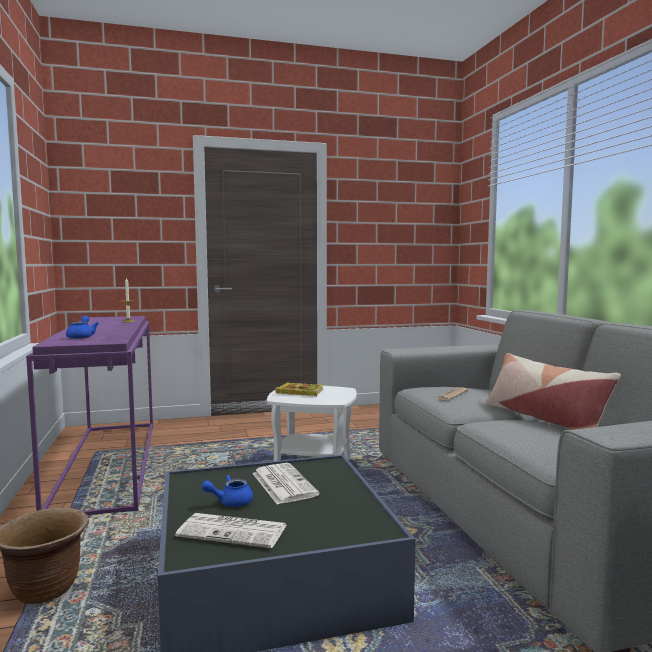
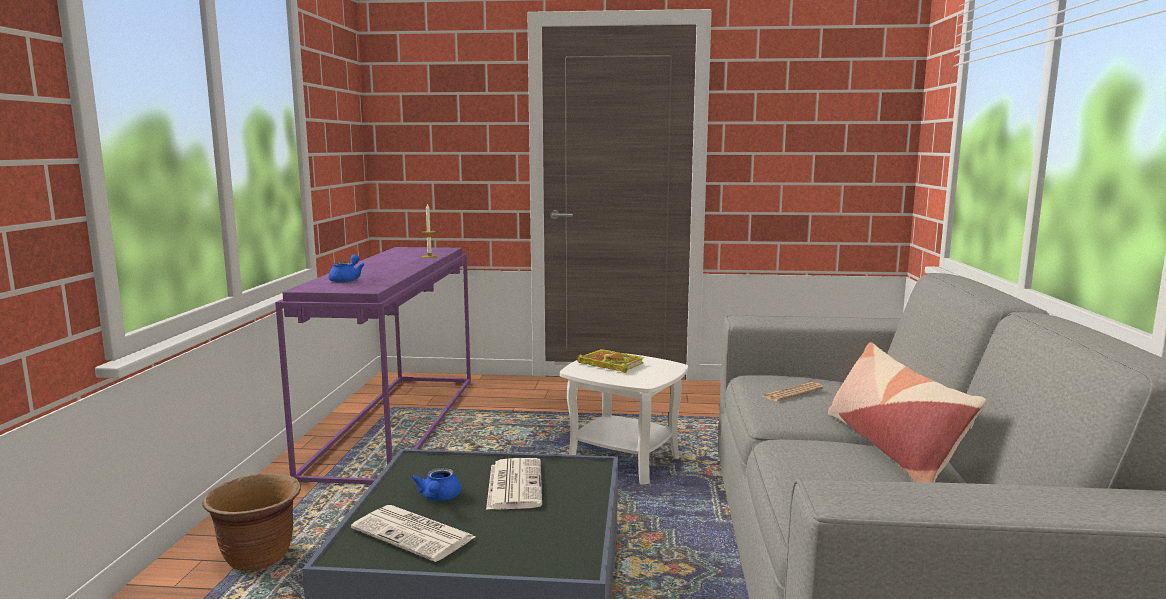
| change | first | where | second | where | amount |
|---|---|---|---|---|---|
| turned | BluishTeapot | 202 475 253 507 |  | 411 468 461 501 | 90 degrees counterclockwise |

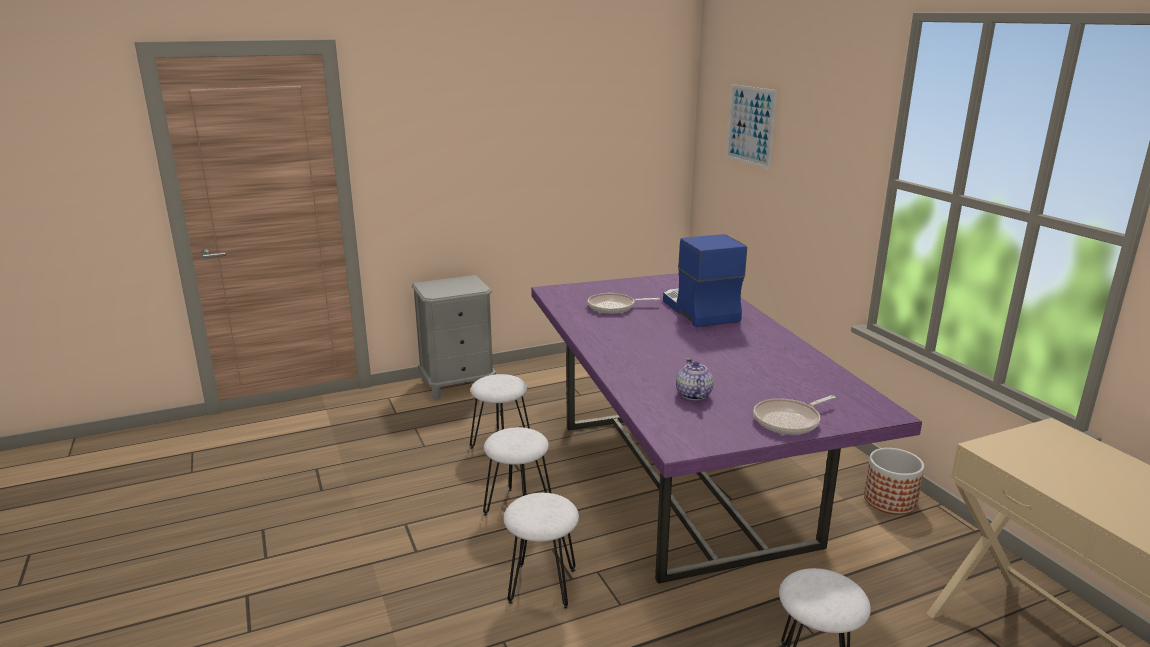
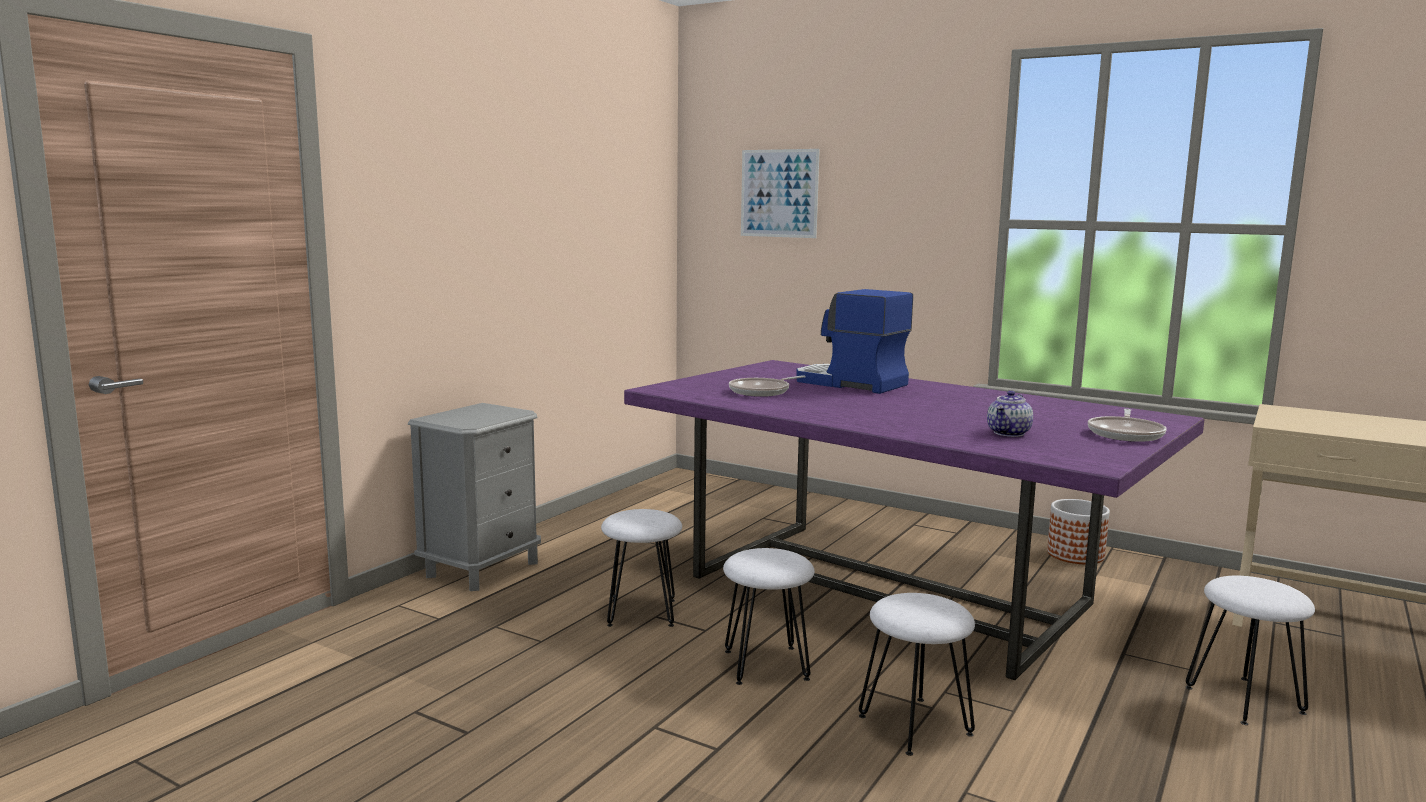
| change | first | where | second | where | amount |
|---|---|---|---|---|---|
| turned | Teapot | 676 358 714 400 |  | 987 391 1033 437 | 105 degrees counterclockwise |

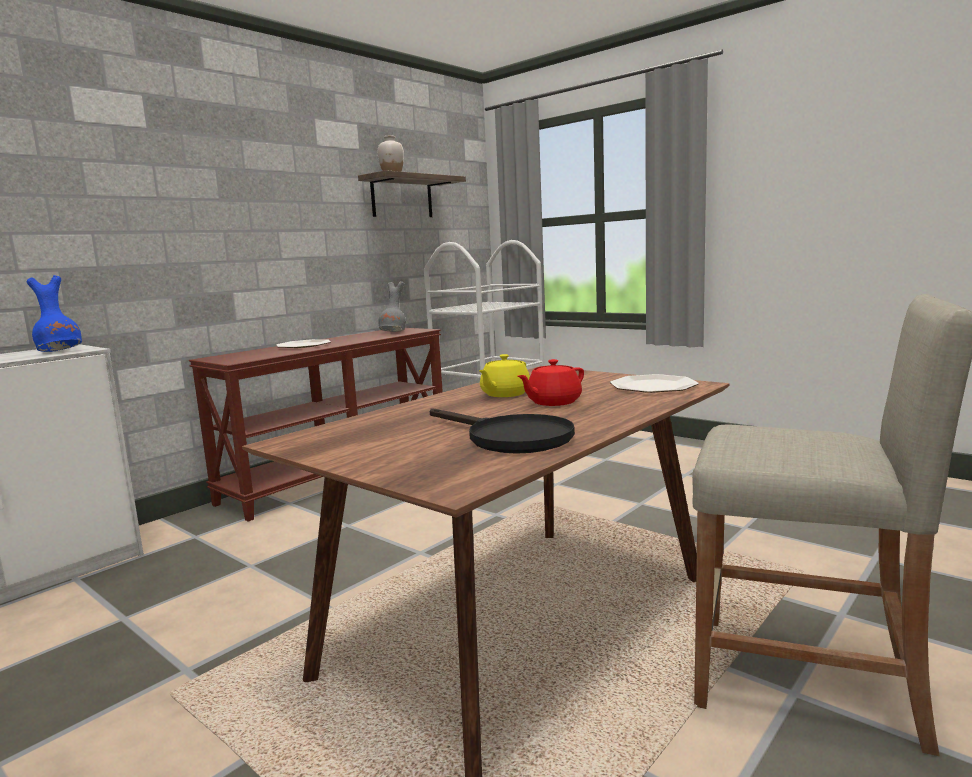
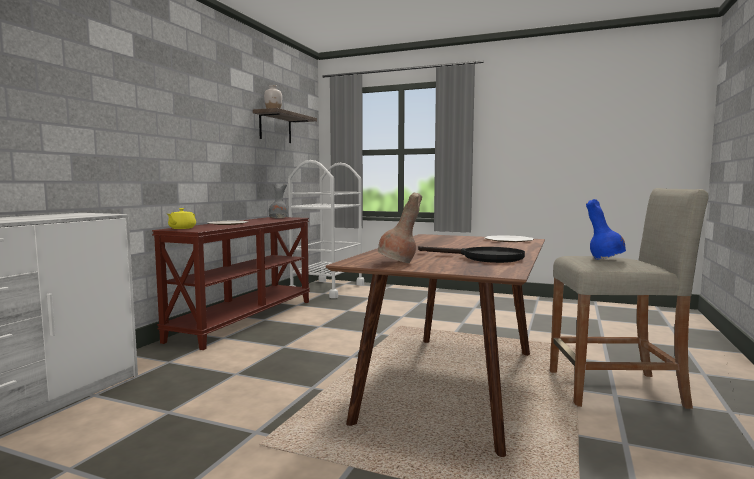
| change | first | where | second | where | amount |
|---|---|---|---|---|---|
| moved | YellowTeapot | 479 354 530 397 |  | 167 208 196 229 |  |
| added |  |  | BrownVase | 378 192 422 263 |  |
| moved | BluishVase | 27 275 82 352 |  | 586 199 626 260 |  |
| removed | ReddishTeapot | 518 359 584 406 |  |  |  |

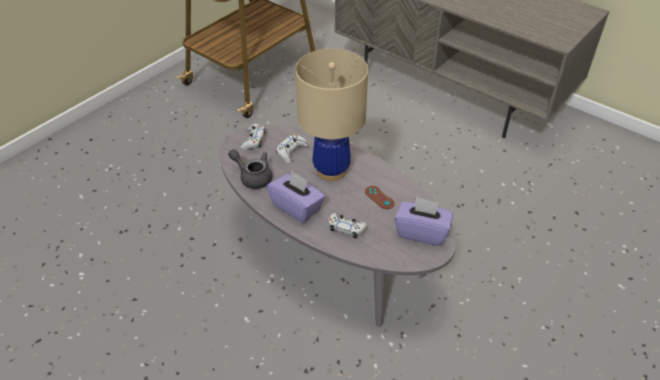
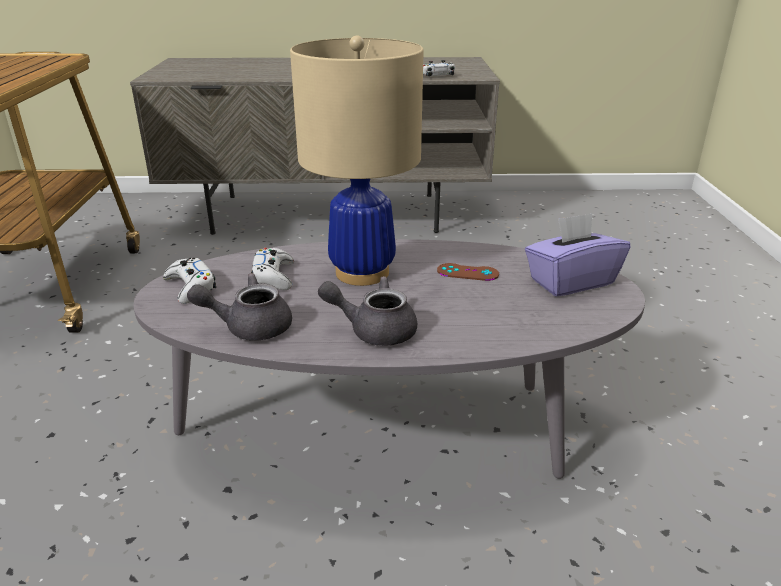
| change | first | where | second | where | amount |
|---|---|---|---|---|---|
| replaced | PurpleTissueHolder | 267 171 325 223 | GreyTeapot | 318 276 417 346 |  |
| moved | WhiteColouredGamepad | 329 213 368 239 |  | 423 60 455 77 |  |

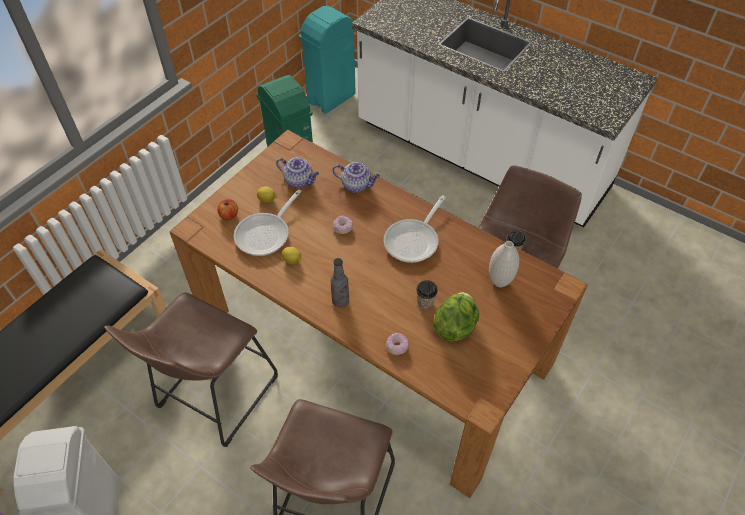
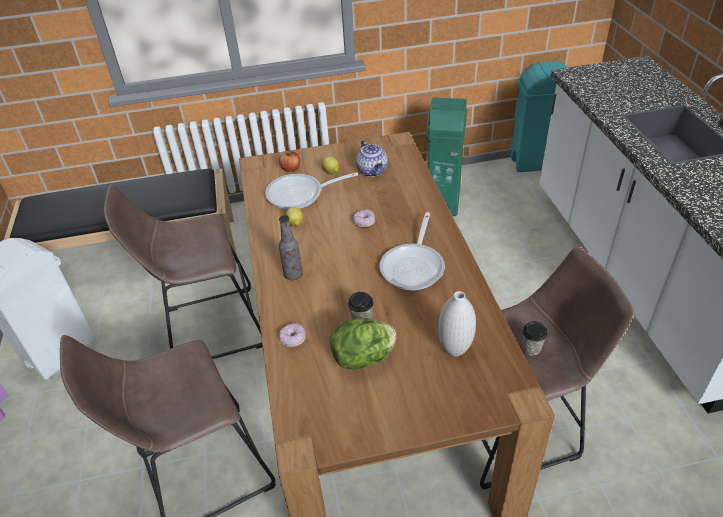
| change | first | where | second | where | amount |
|---|---|---|---|---|---|
| turned | Pan | 384 195 446 263 |  | 379 212 445 290 | 60 degrees counterclockwise |
| removed | Teapot | 333 162 380 193 |  |  |  |

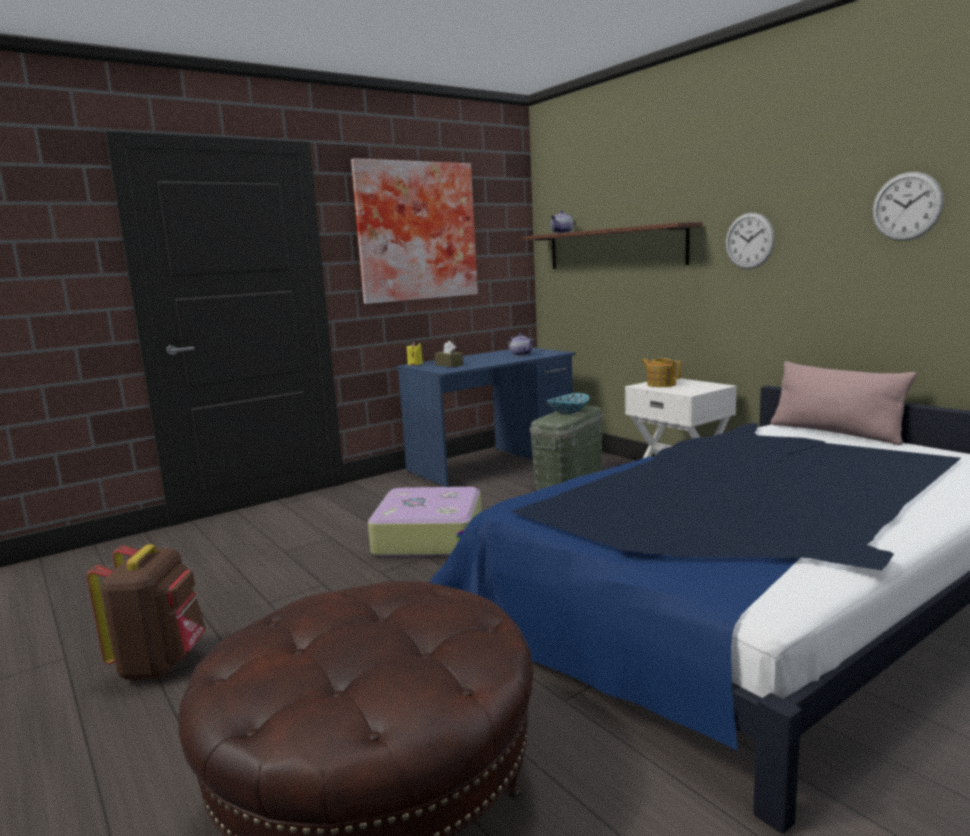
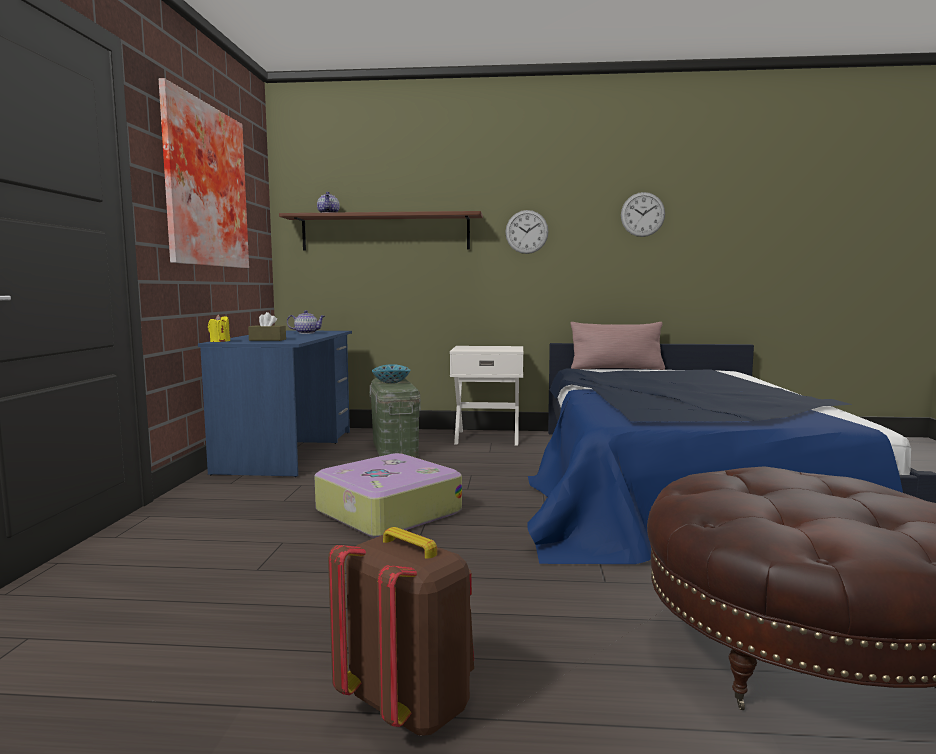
| change | first | where | second | where | amount |
|---|---|---|---|---|---|
| removed | Teapot | 641 358 681 387 |  |  |  |

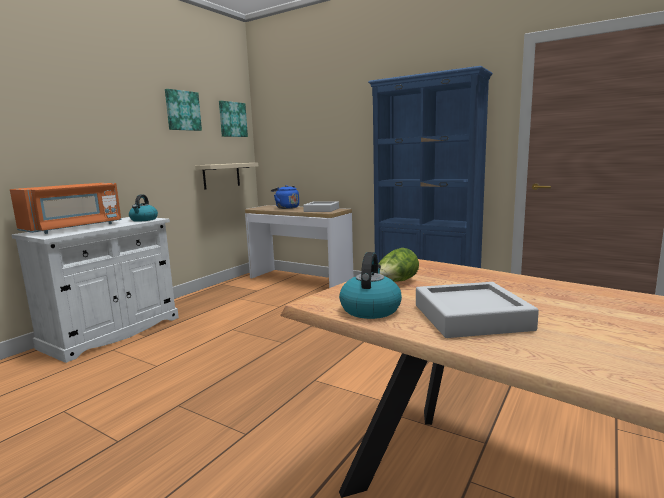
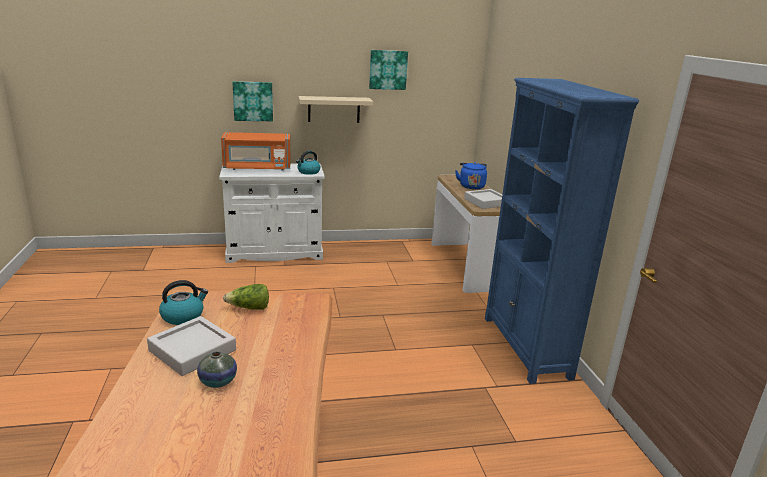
| change | first | where | second | where | amount |
|---|---|---|---|---|---|
| added |  |  | Vase | 197 351 237 388 |  |
| moved | WallArt | 219 101 248 137 |  | 232 81 273 121 |  |
| moved | BeigeColouredShelf | 195 163 258 190 |  | 298 96 373 123 |  |

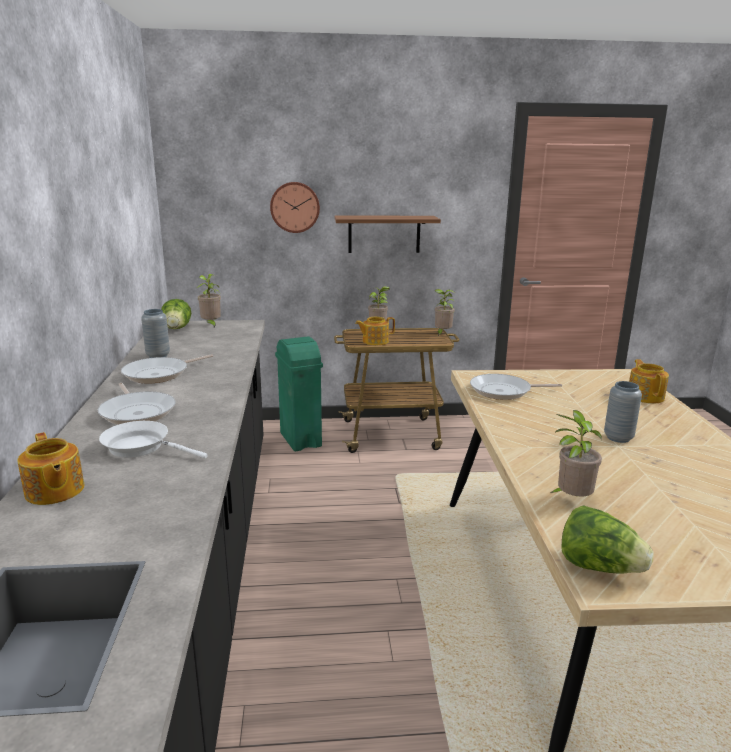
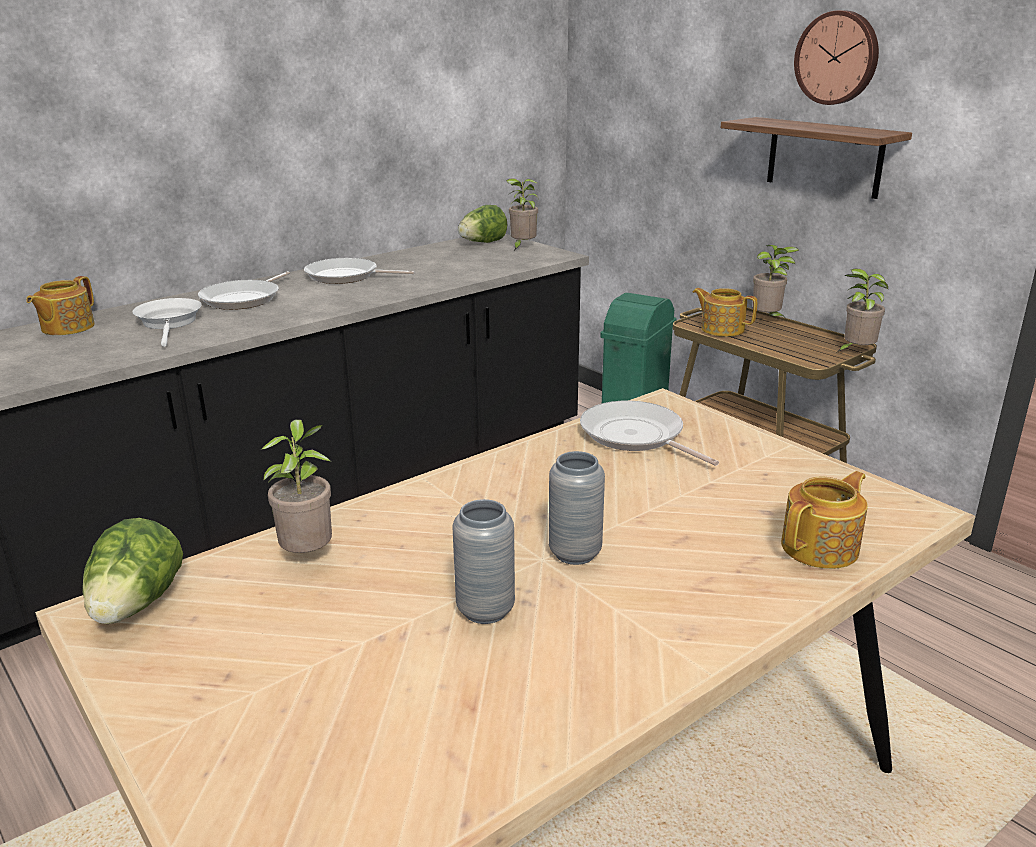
| change | first | where | second | where | amount |
|---|---|---|---|---|---|
| moved | GreyVase | 141 309 170 358 |  | 453 499 515 624 |  |
| moved | ClockOnTheWall | 270 182 320 233 |  | 794 10 879 105 |  |

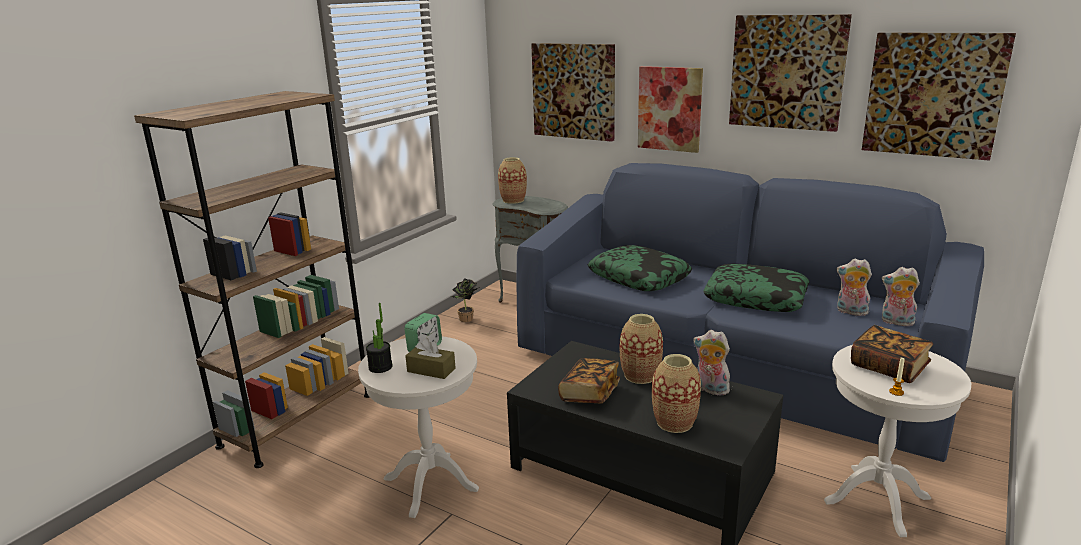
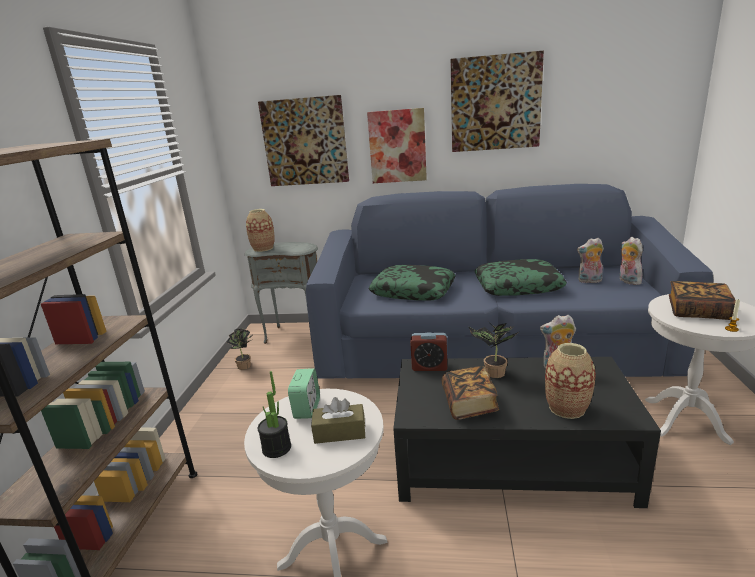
| change | first | where | second | where | amount |
|---|---|---|---|---|---|
| added |  |  | TableClock | 410 332 447 371 |  |
| replaced | Vase | 619 314 663 384 | PlantInAPot | 469 323 520 378 |  |
| turned | SoftToy | 882 267 920 326 |  | 619 237 643 285 | 75 degrees clockwise |
| removed | WallArt | 862 32 1016 161 |  |  |  |

